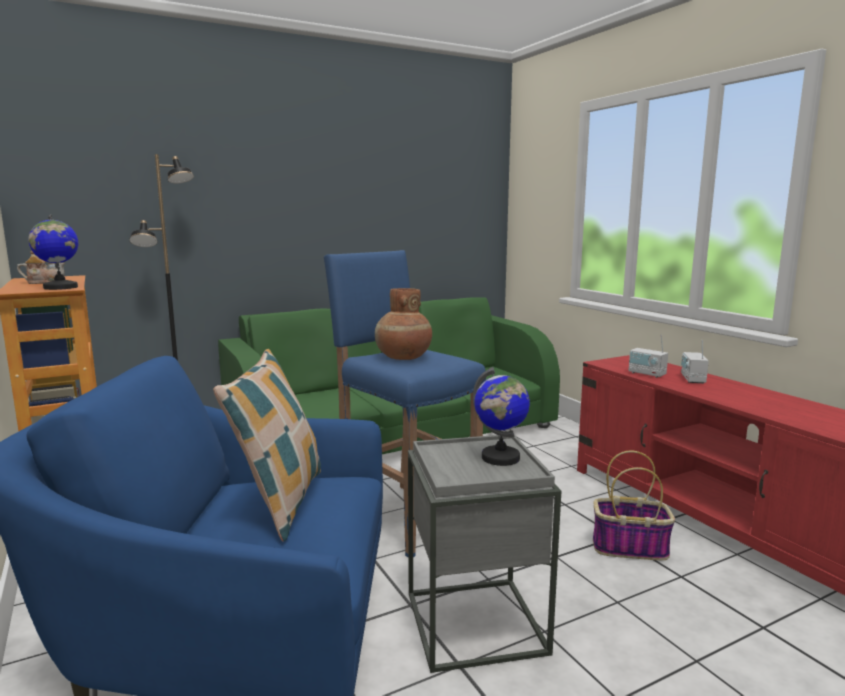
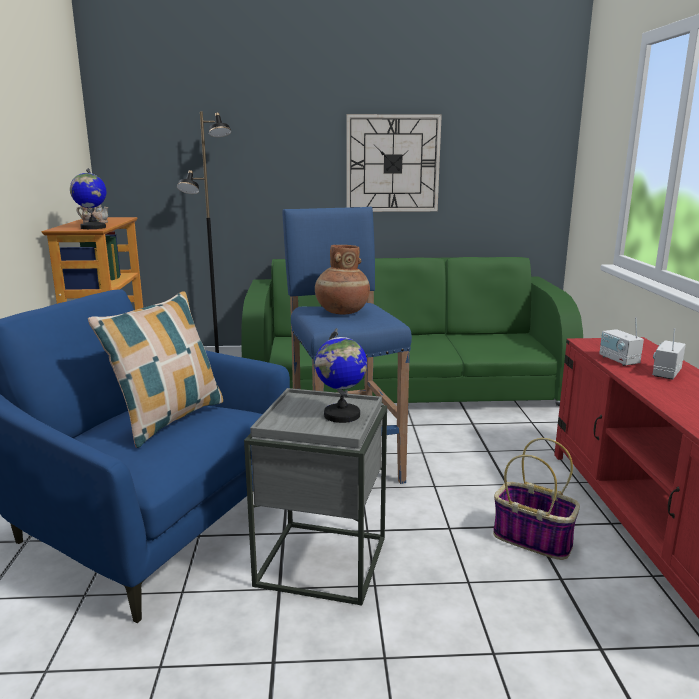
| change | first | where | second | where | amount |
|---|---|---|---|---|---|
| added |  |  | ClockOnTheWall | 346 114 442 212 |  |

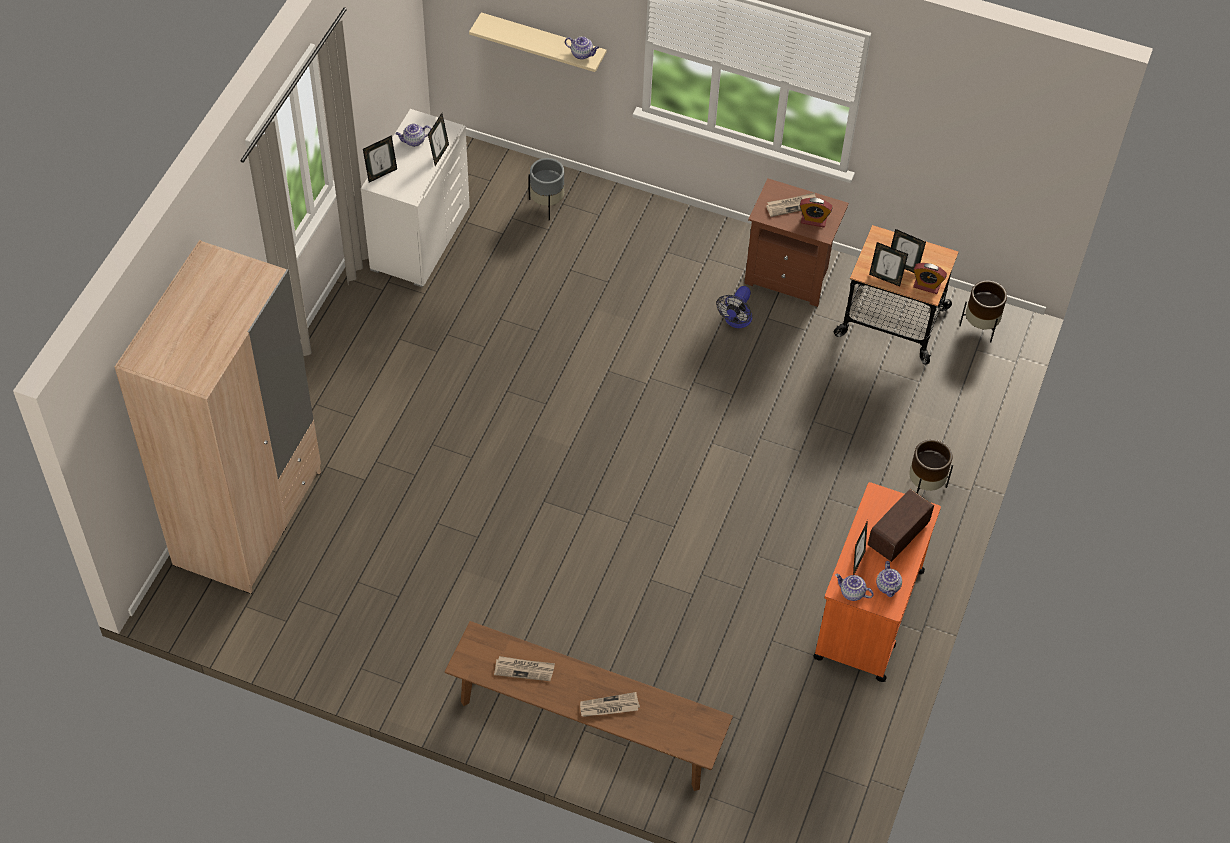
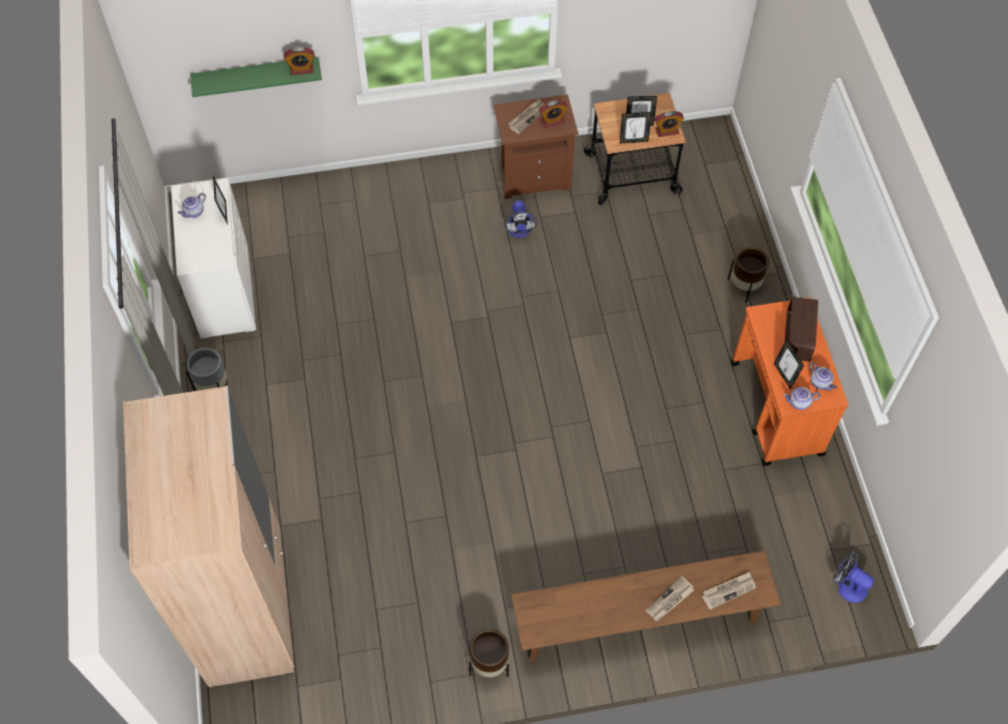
| change | first | where | second | where | amount |
|---|---|---|---|---|---|
| moved | GreyPlantPot | 529 158 564 220 |  | 187 348 227 391 |  |
| recoloured | BeigeColouredShelf | 469 12 606 72 | GreenishShelf | 190 57 322 97 |  |
| replaced | Teapot | 565 36 599 59 | TableClock | 284 47 315 75 |  |
| moved | BrownPlantPot | 959 280 1007 343 |  | 469 629 509 677 |  |
| moved | Newspaper | 494 656 555 681 |  | 702 572 756 610 |  |
| added |  |  | CoolingFan | 833 551 874 603 |  |
| removed | PhotoFrame | 363 135 397 182 |  |  |  |

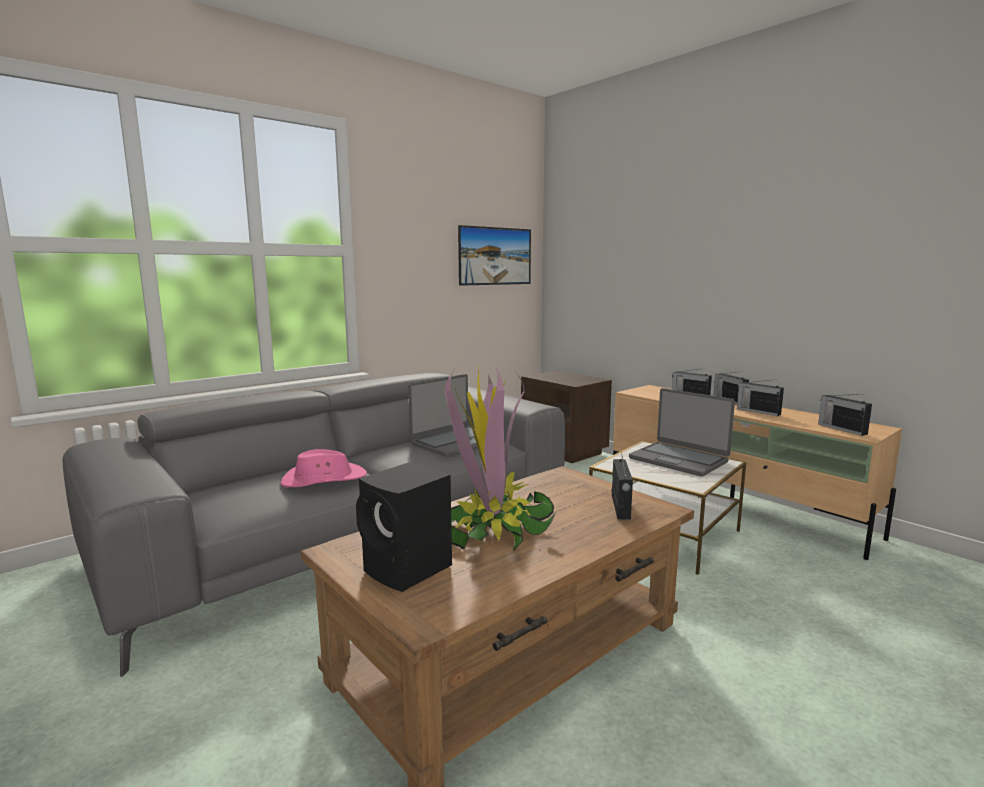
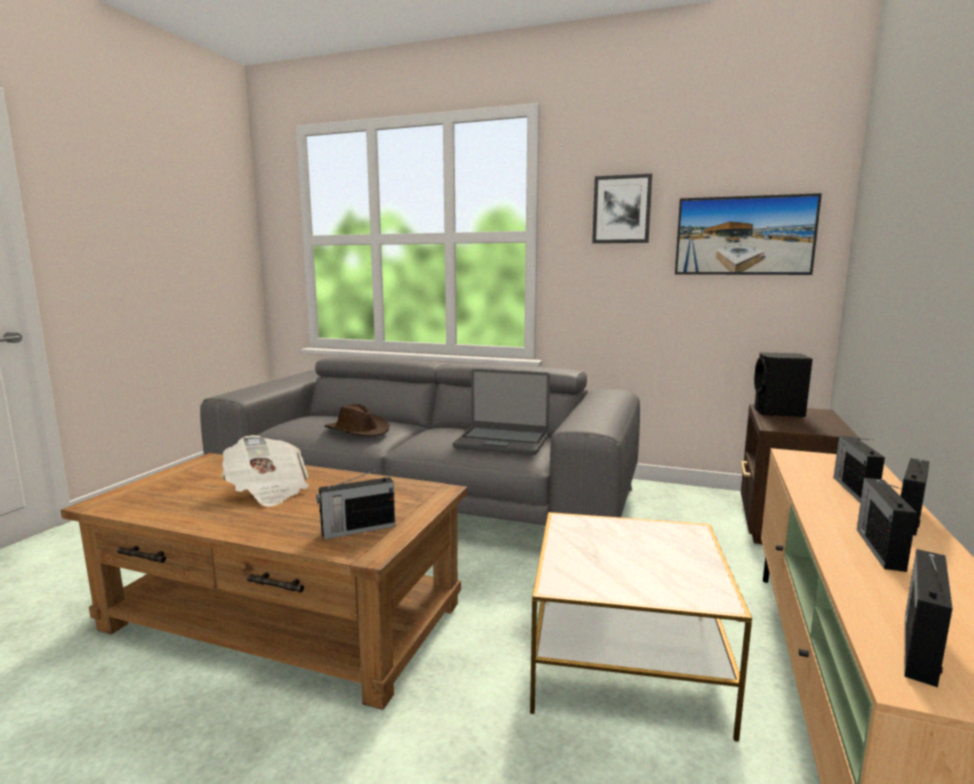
| change | first | where | second | where | amount |
|---|---|---|---|---|---|
| replaced | PlantInAPot | 444 367 556 552 | Newspaper | 222 435 309 507 |  |
| recoloured | PinkColouredWearableHat | 281 449 367 487 | BrownWearableHat | 324 404 389 436 |  |
| added |  |  | WallArt | 592 174 653 244 |  |
| moved | BlackSpeaker | 356 462 452 592 |  | 754 352 813 417 |  |
| removed | Laptop | 629 388 735 476 |  |  |  |

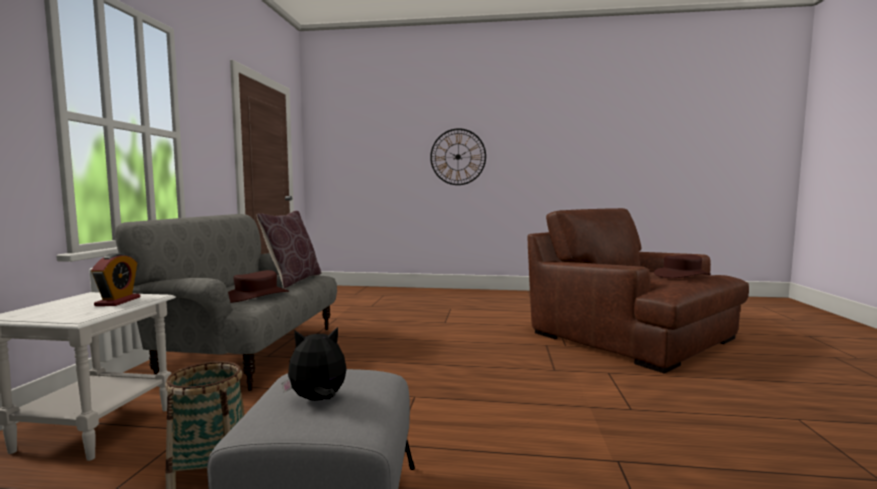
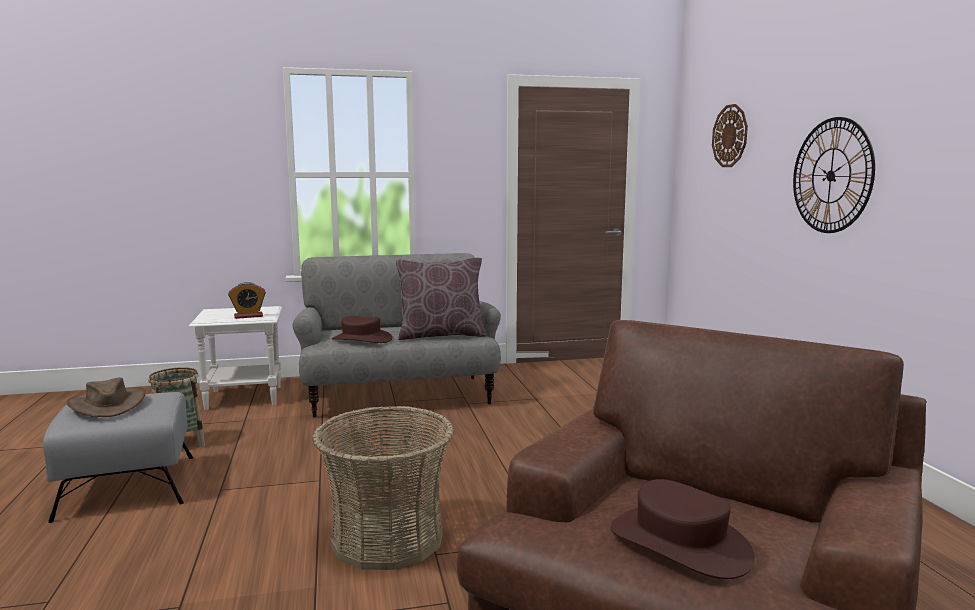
| change | first | where | second | where | amount |
|---|---|---|---|---|---|
| replaced | SoftToy | 282 327 347 401 | BrownWearableHat | 67 377 146 417 |  |
| added |  |  | HouseholdBasket | 312 405 455 570 |  |
| added |  |  | ClockOnTheWall | 712 104 748 167 |  |

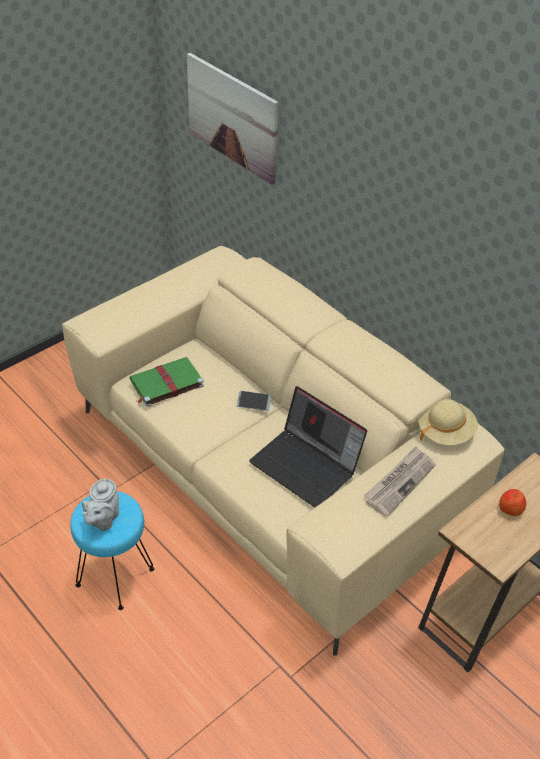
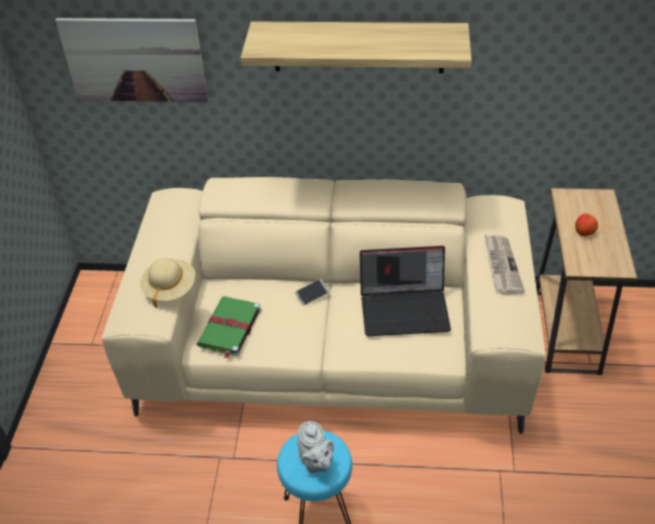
| change | first | where | second | where | amount |
|---|---|---|---|---|---|
| moved | BeigeColouredWearableHat | 418 399 478 445 |  | 140 258 195 308 |  |
| added |  |  | Shelf | 241 21 472 73 |  |

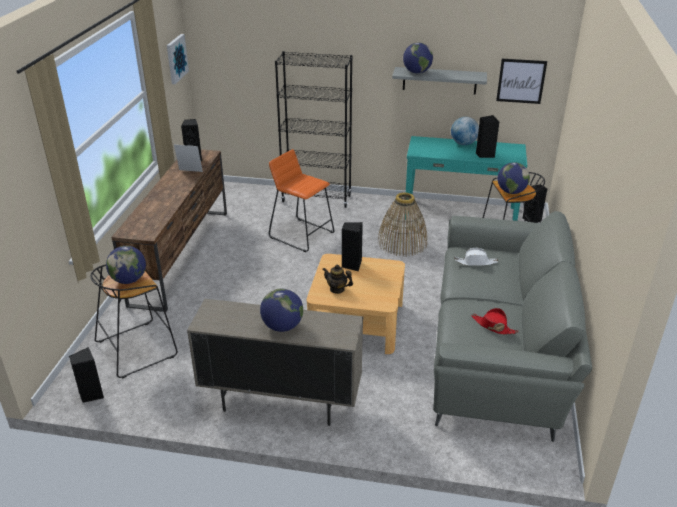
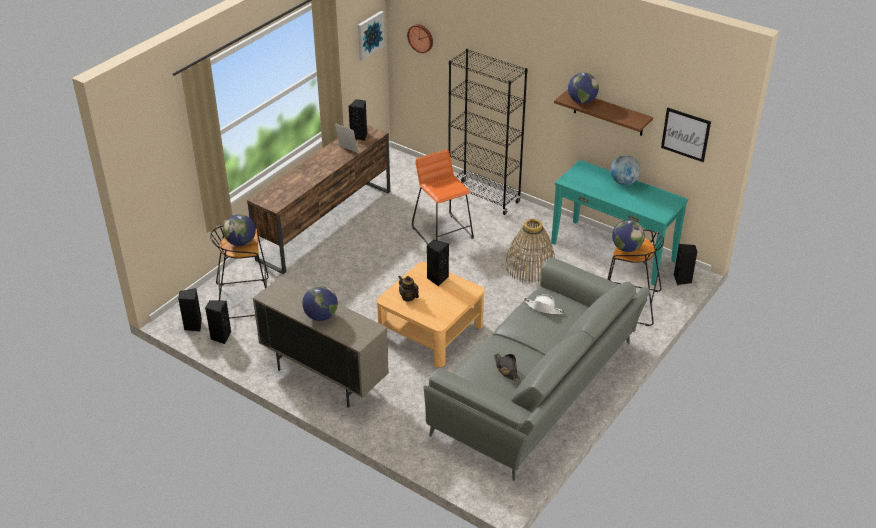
| change | first | where | second | where | amount |
|---|---|---|---|---|---|
| moved | BlackSpeaker | 476 115 500 158 |  | 205 300 231 344 |  |
| added |  |  | ClockOnTheWall | 407 24 433 53 |  |
| recoloured | ReddishWearableHat | 472 308 518 335 | BlackWearableHat | 494 353 521 381 |  |
| recoloured | GreyShelf | 392 67 487 94 | BrownShelf | 554 90 653 136 |  |

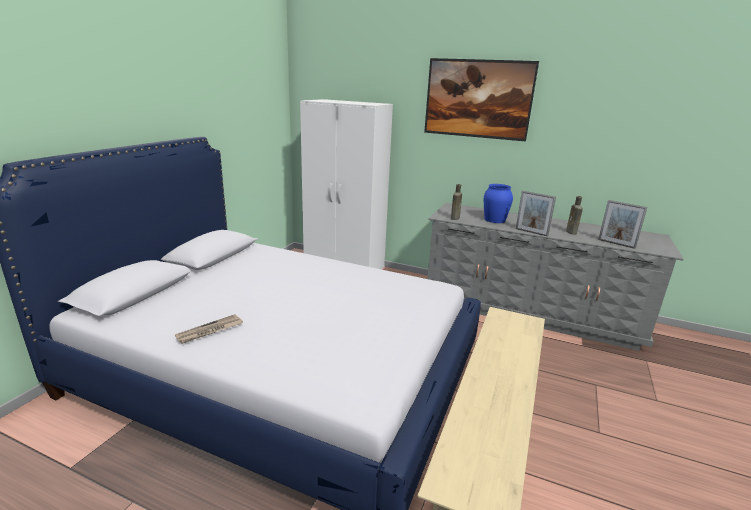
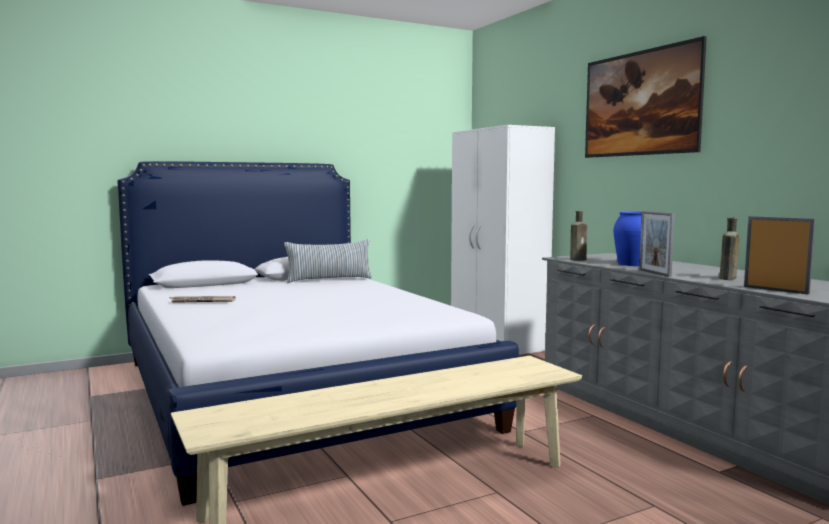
| change | first | where | second | where | amount |
|---|---|---|---|---|---|
| added |  |  | Cushion | 284 239 372 283 |  |
| turned | PhotoFrame | 598 200 647 249 |  | 744 216 816 295 | 150 degrees clockwise |

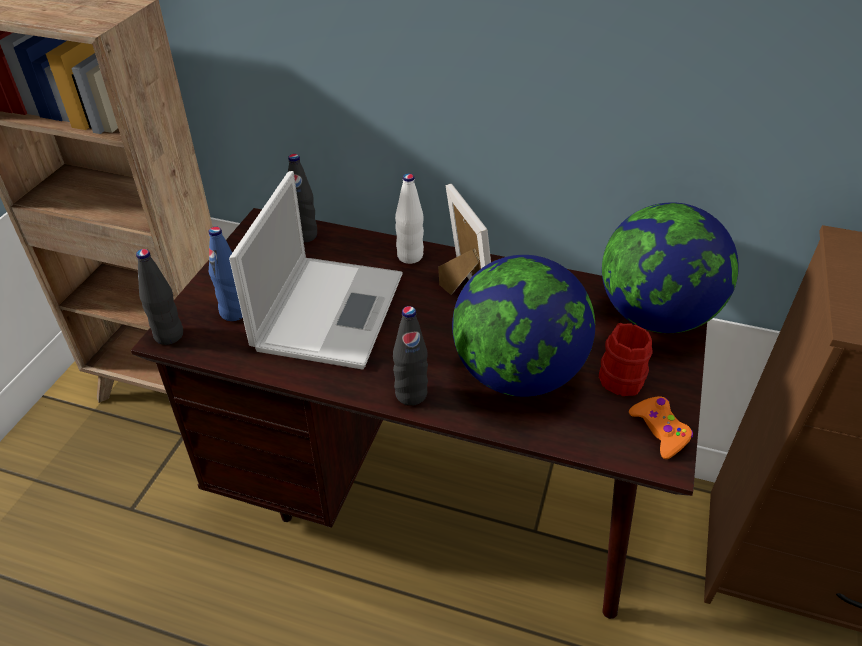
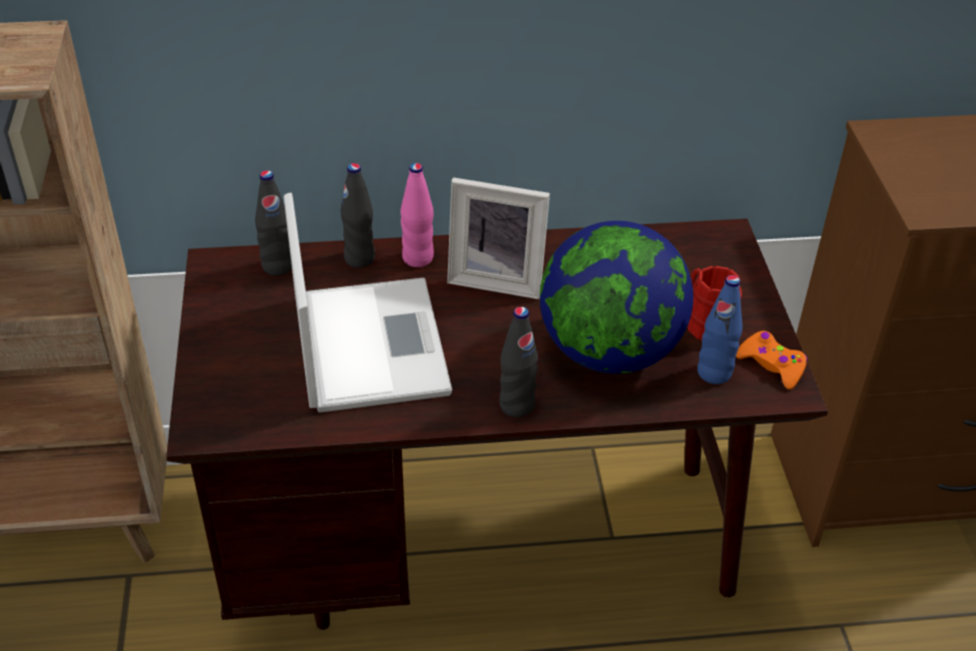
| change | first | where | second | where | amount |
|---|---|---|---|---|---|
| moved | BlackDrinkBottle | 136 249 183 345 |  | 340 163 375 268 |  |
| recoloured | WhiteColouredDrinkBottle | 395 174 424 264 | PinkColouredDrinkBottle | 401 163 434 267 |  |
| turned | PhotoFrame | 438 184 491 295 |  | 447 177 550 299 | 150 degrees clockwise |
| moved | BluishDrinkBottle | 209 227 243 321 |  | 697 275 743 384 |  |
| removed | WorldGlobe | 602 202 739 333 |  |  |  |

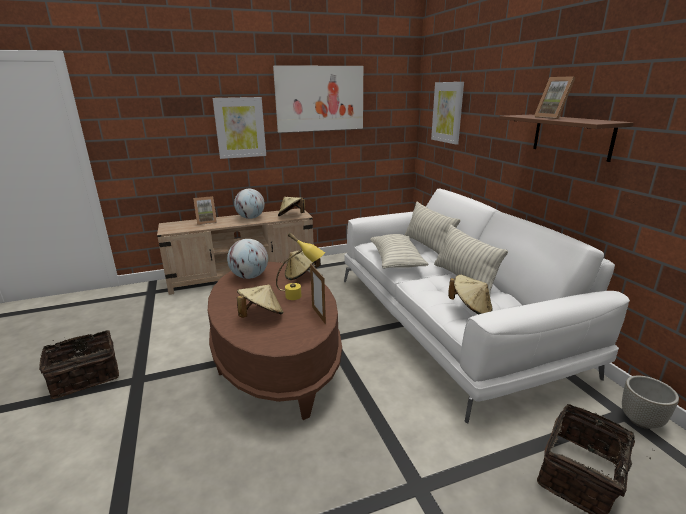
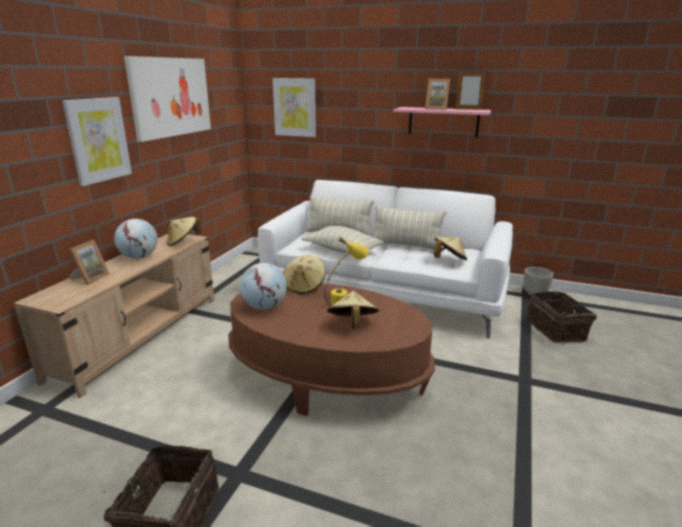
| change | first | where | second | where | amount |
|---|---|---|---|---|---|
| recoloured | BrownShelf | 499 115 634 162 | PinkColouredShelf | 393 107 491 137 |  |
| moved | PhotoFrame | 310 264 326 324 |  | 455 71 486 110 |  |

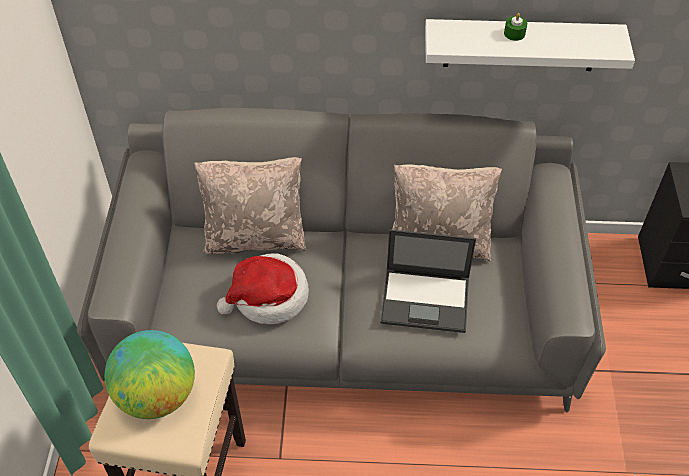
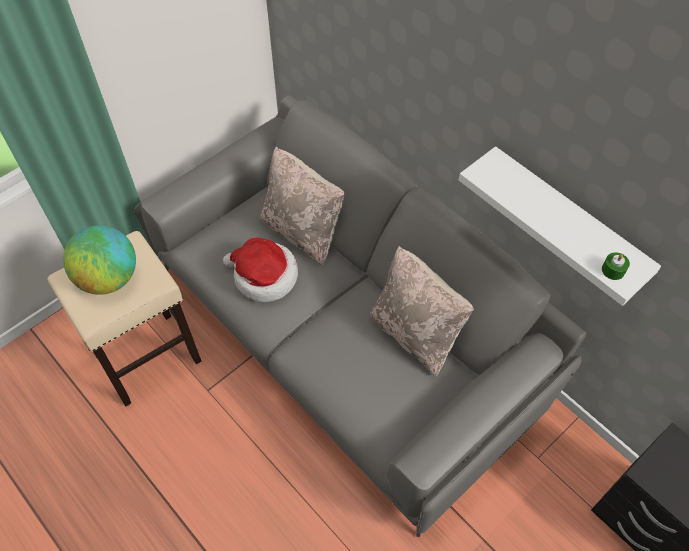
| change | first | where | second | where | amount |
|---|---|---|---|---|---|
| moved | GreenishWaxCandle | 504 13 527 41 |  | 602 252 630 280 |  |
| removed | Laptop | 380 229 476 333 |  |  |  |

